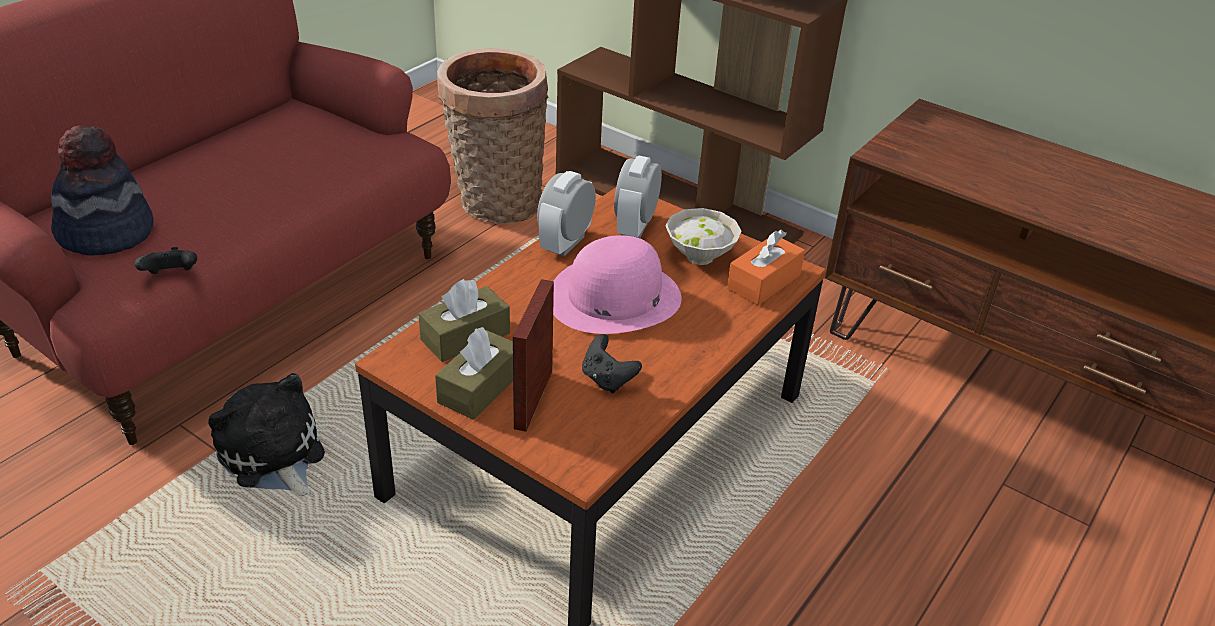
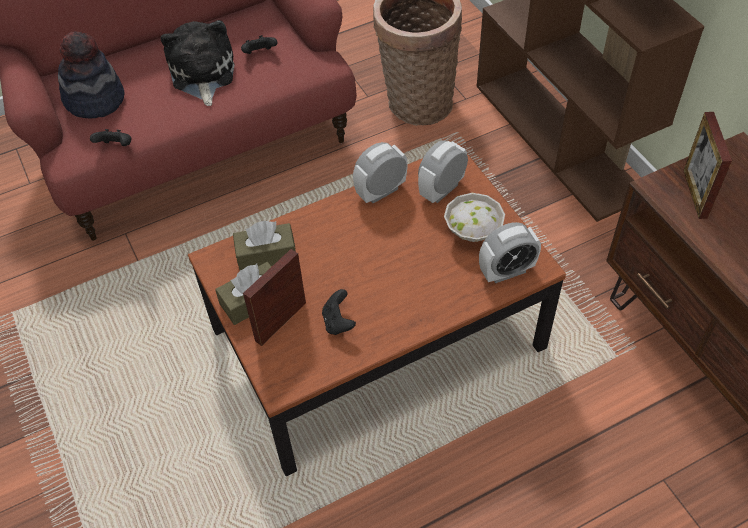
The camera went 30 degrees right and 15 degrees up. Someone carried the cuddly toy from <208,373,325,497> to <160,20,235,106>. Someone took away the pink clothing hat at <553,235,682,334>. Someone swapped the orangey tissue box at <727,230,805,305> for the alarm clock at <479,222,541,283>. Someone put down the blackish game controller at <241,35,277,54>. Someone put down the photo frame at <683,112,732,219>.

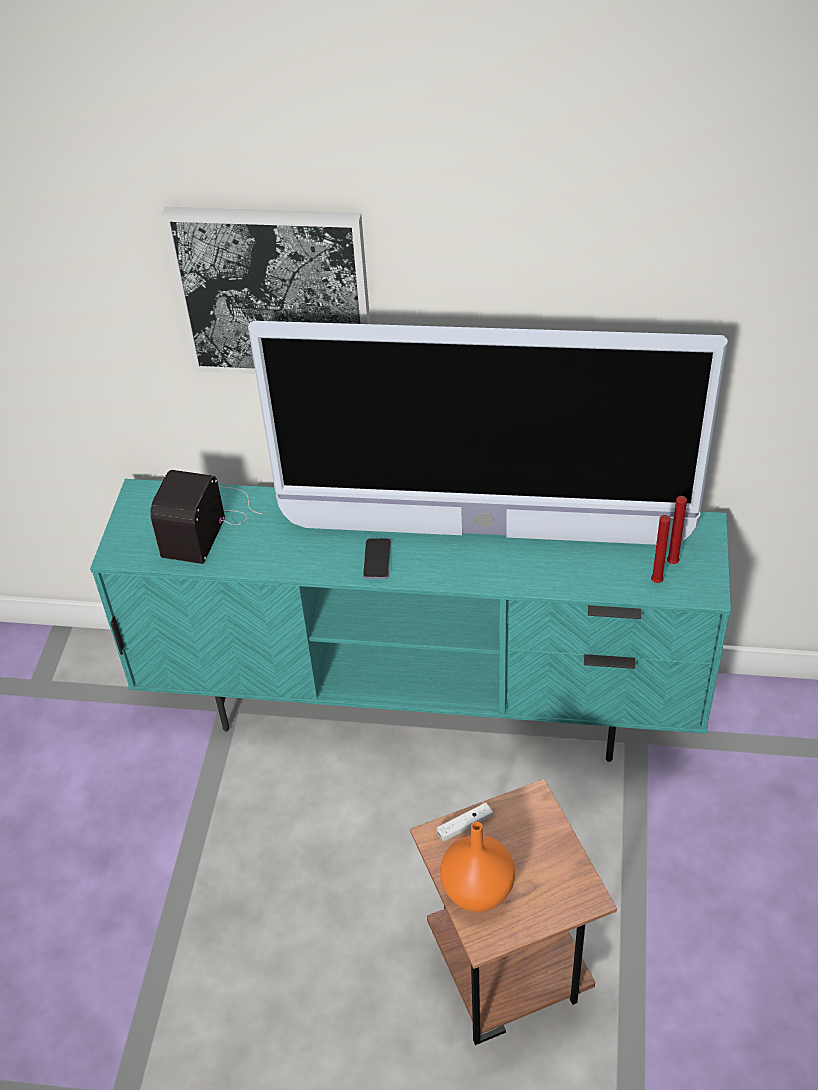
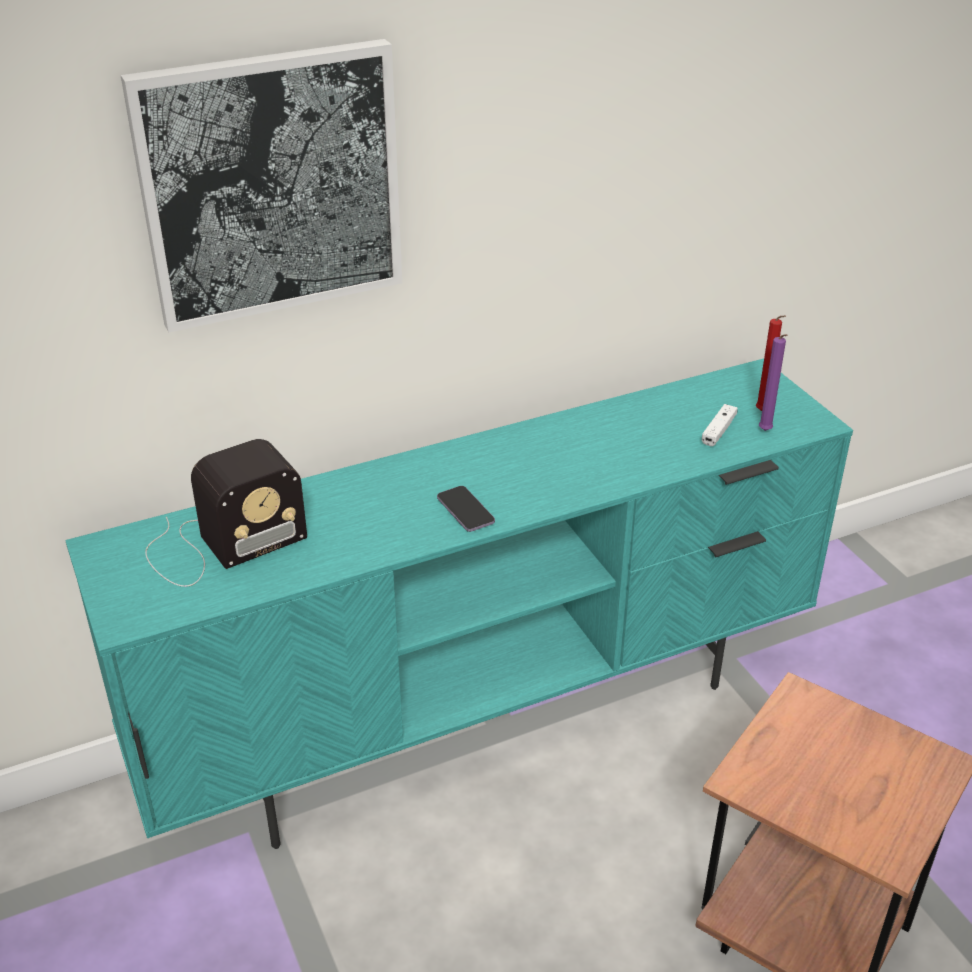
The camera went 35 degrees left and 10 degrees down. Someone rotated the radio at <150,470,263,564> by 105 degrees counterclockwise. Someone took away the TV at <248,321,728,545>. Someone carried the white game controller from <436,803,493,842> to <702,404,738,446>. Someone took away the orangey vase at <440,822,515,912>. Someone repainted the reddish wax candle at <651,515,670,583>, which became the purplish wax candle at <759,334,788,431>.

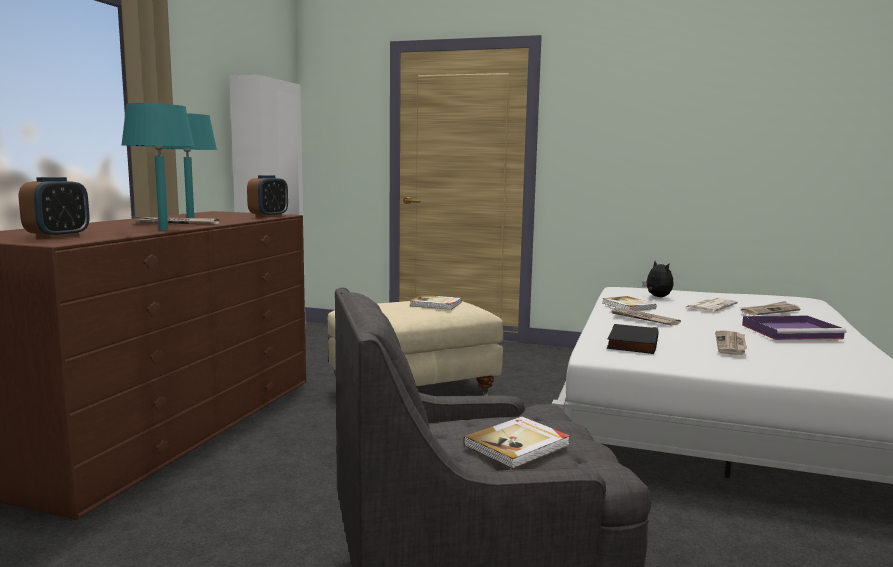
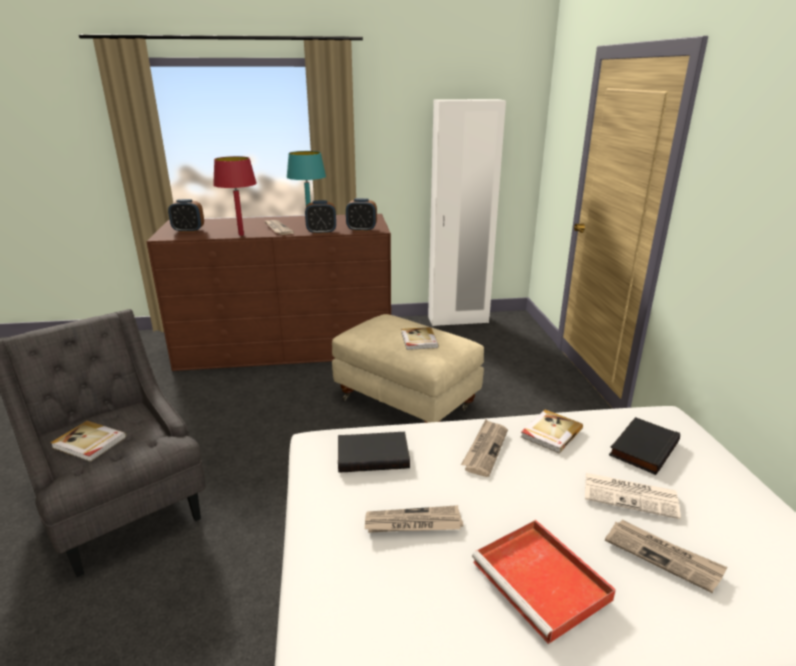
The camera went 65 degrees right and 15 degrees up. Someone repainted the turquoise lamp for a table at <121,103,195,230>, which became the reddish lamp for a table at <213,156,257,236>. Someone swapped the cuddly toy at <642,261,674,297> for the blackish volume at <609,417,680,475>. Someone repainted the purplish carrying tray at <742,316,847,340>, which became the reddish carrying tray at <472,520,616,644>. Someone put down the alarm clock at <305,200,336,234>.

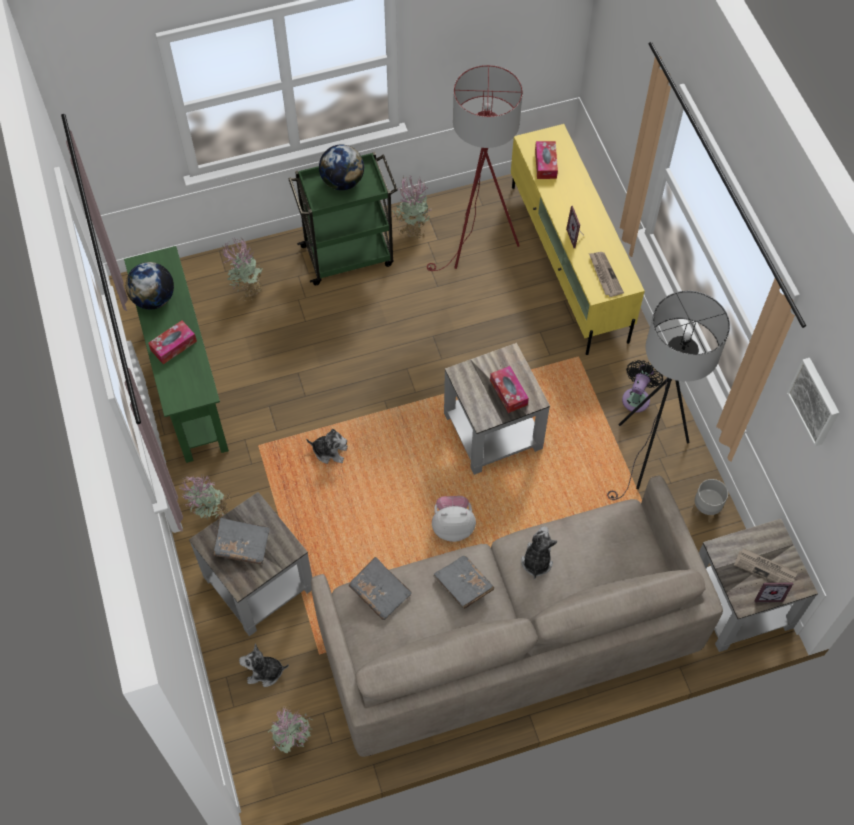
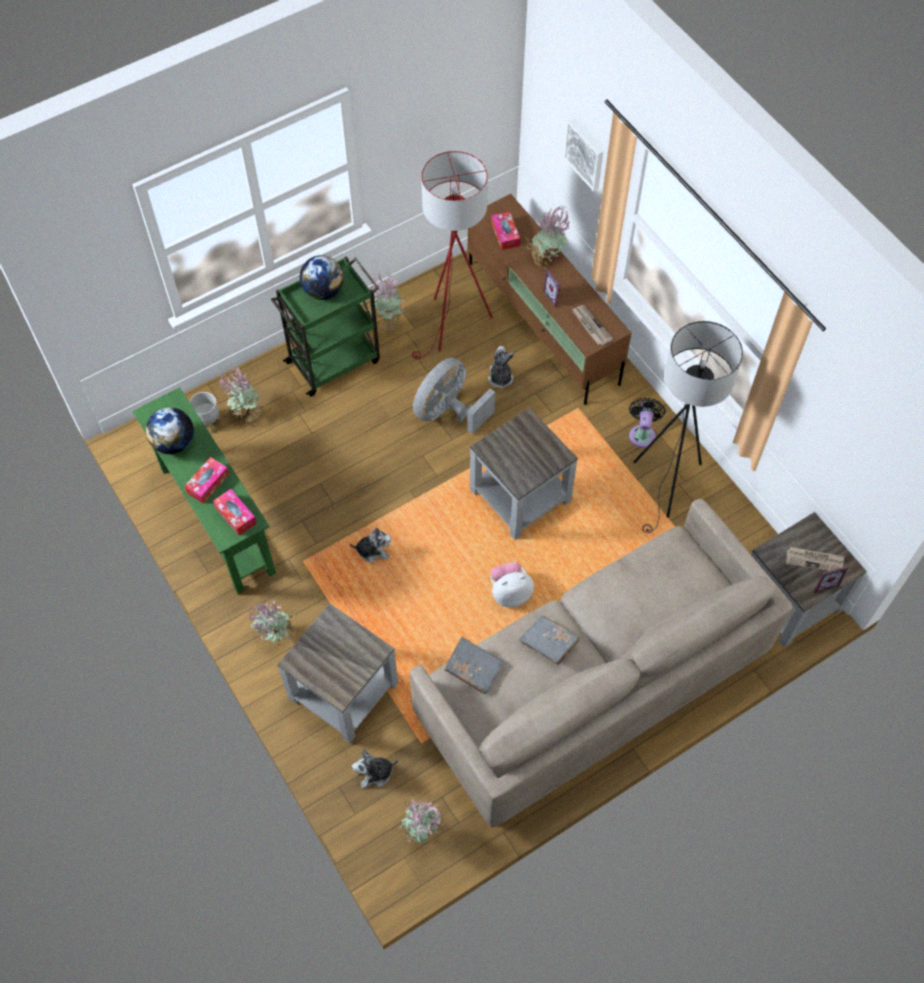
The camera went 15 degrees left and 0 degrees up. Someone took away the grey volume at <214,518,270,565>. Someone carried the tissue box from <490,366,529,413> to <213,489,257,535>. Someone repainted the yellow media console at <511,124,645,355>, which became the brown-coloured media console at <468,194,631,405>. Someone carried the cuddly toy from <521,526,558,579> to <488,346,514,389>. Someone carried the grey flower pot from <692,479,728,523> to <190,392,221,433>. Someone carried the wall art from <787,358,839,446> to <564,119,603,191>. Someone put down the grey cooling fan at <413,358,495,434>. Someone put down the plant in a pot at <526,207,570,268>.

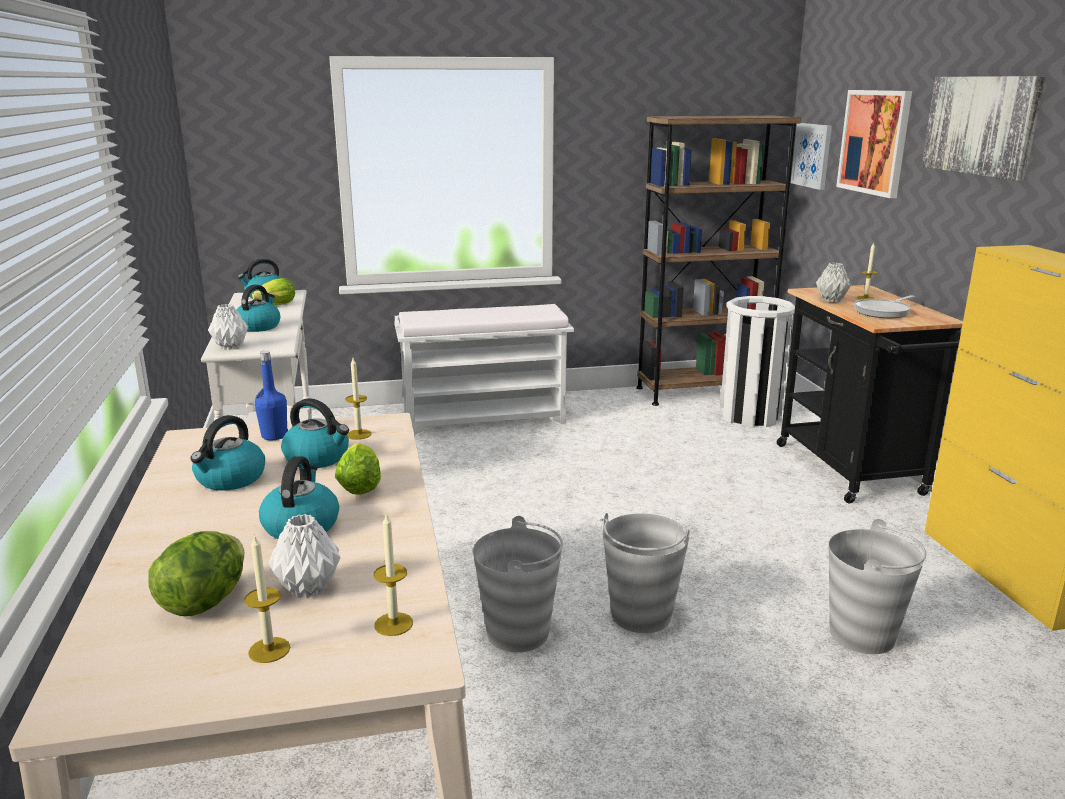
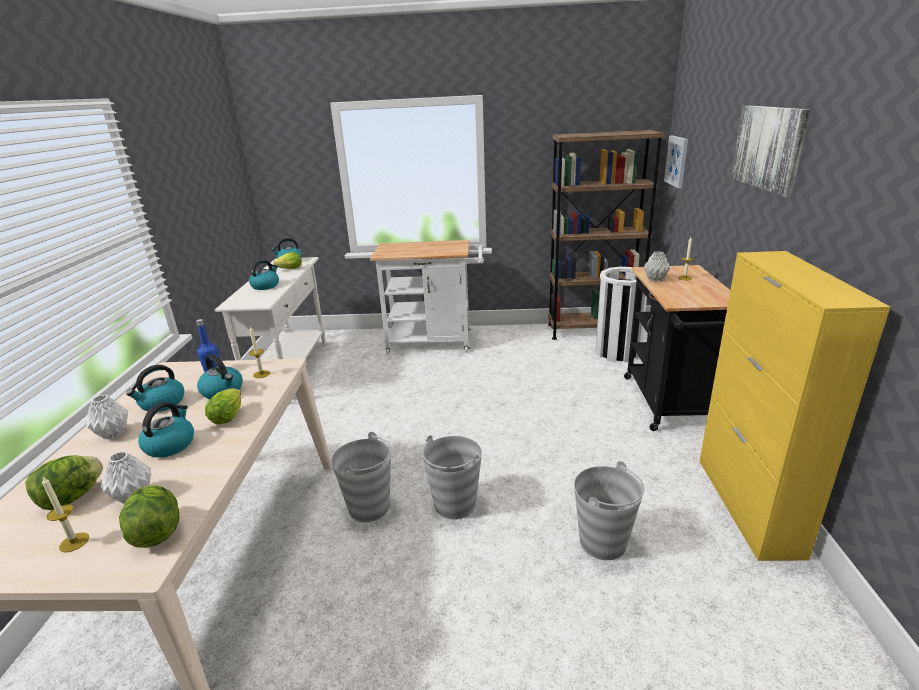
The camera went 15 degrees right and 5 degrees up. Someone carried the white vase from <208,304,248,350> to <85,395,128,439>. Someone swapped the wax candle at <374,513,413,636> for the head of lettuce at <119,485,179,548>. Someone swapped the white indoor bench at <394,304,574,435> for the white wheeled cart at <370,240,484,355>. Someone took away the wall art at <836,90,912,198>. Someone took away the frying pan at <854,295,915,318>.

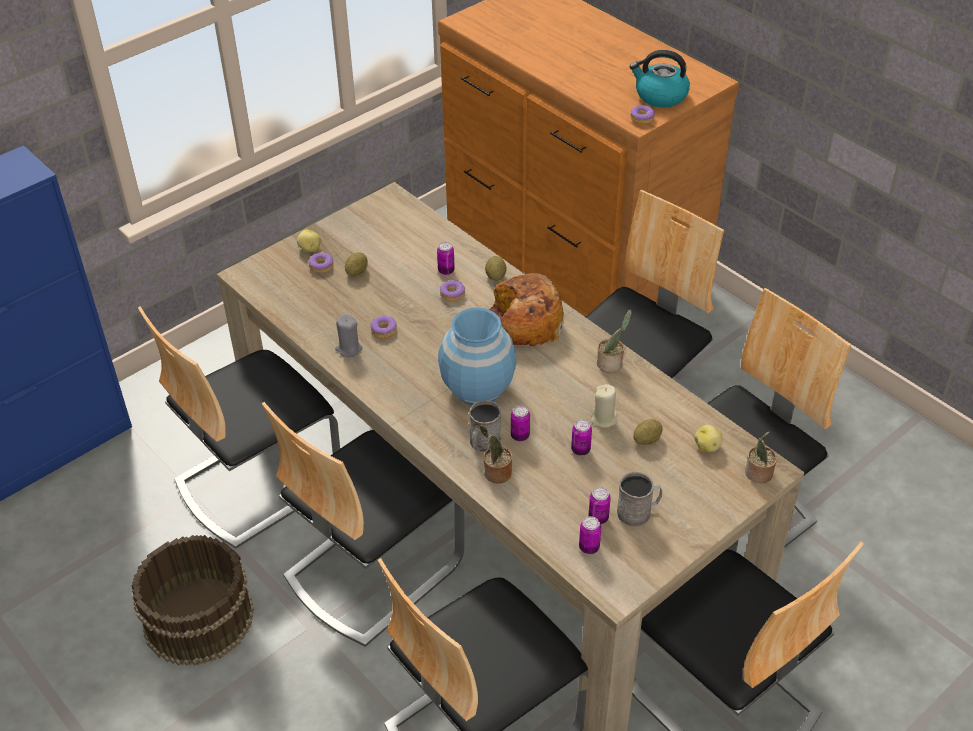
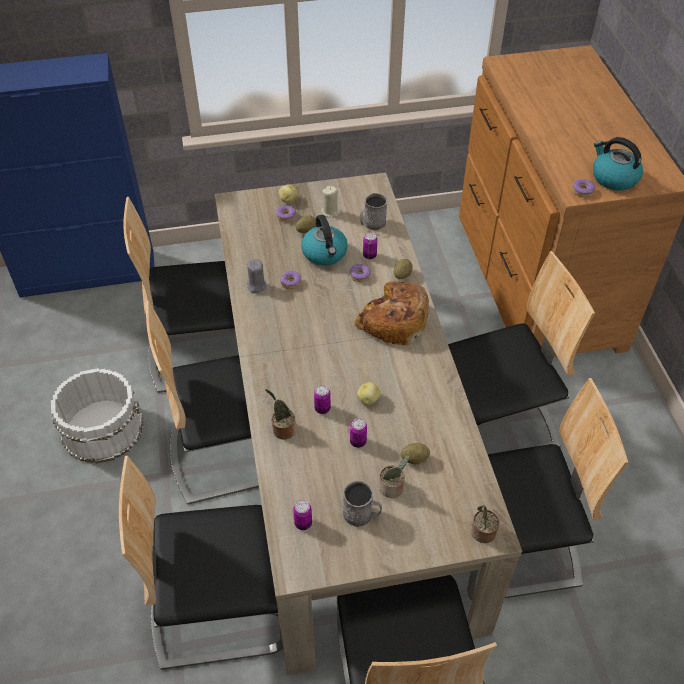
The camera went 30 degrees right and 5 degrees up. Someone repainted the brown-coloured pail at <131,535,254,666>, which became the white pail at <51,368,144,464>. Someone took away the bluish vase at <438,307,517,405>. Someone carried the grey coffee mug from <469,400,501,452> to <360,193,387,231>. Someone took away the can at <588,487,611,524>. Someone carried the beige wax candle from <591,384,617,428> to <321,186,341,217>. Someone carried the plant in a pot from <597,310,632,373> to <379,455,410,498>. Someone carried the spud from <694,425,723,452> to <357,382,381,406>. Someone put down the kettle at <301,215,348,266>.

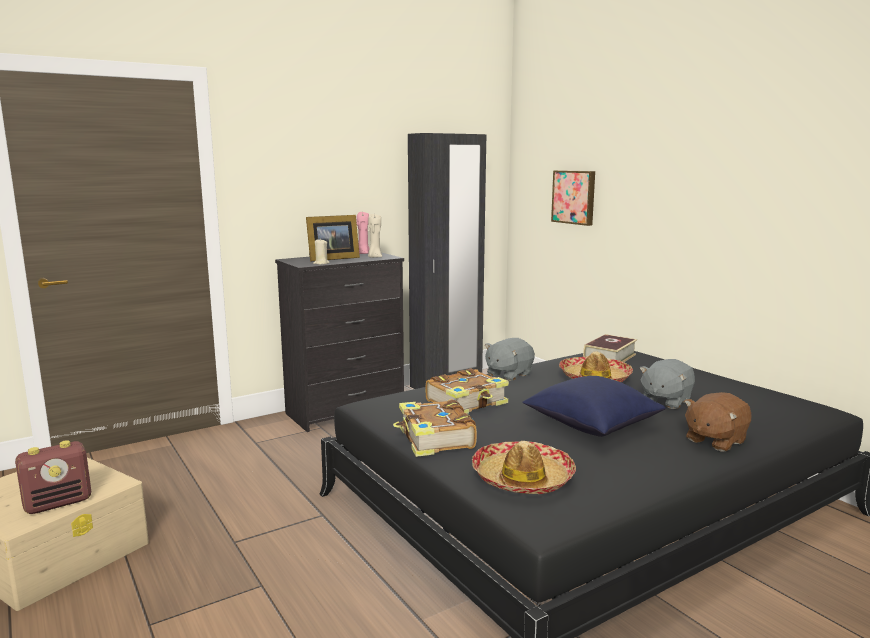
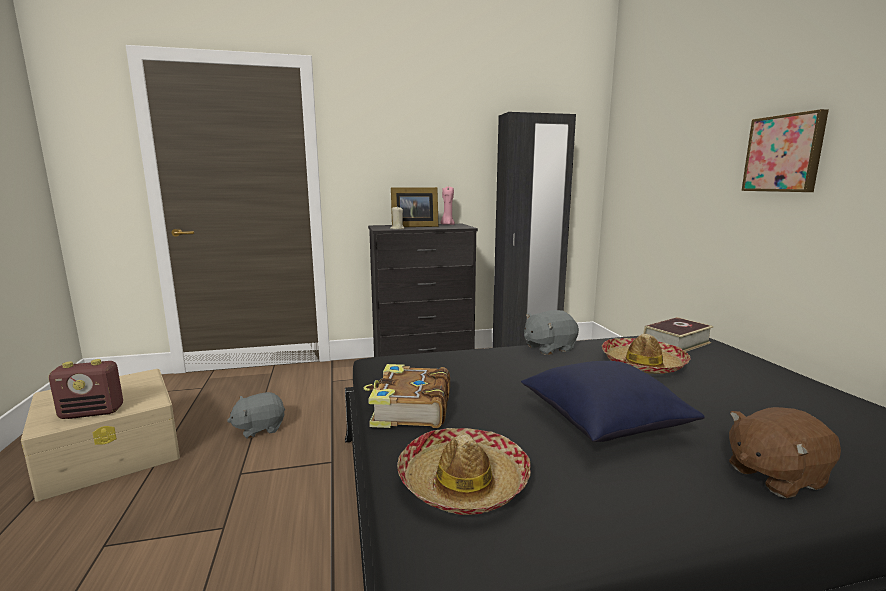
The camera went 20 degrees right and 0 degrees up. Someone took away the beige wax candle at <368,214,382,258>. Someone took away the volume at <426,369,509,414>. Someone carried the wall art from <551,170,595,226> to <741,109,829,192>. Someone carried the grey cuddly toy from <639,359,695,409> to <227,392,285,439>.

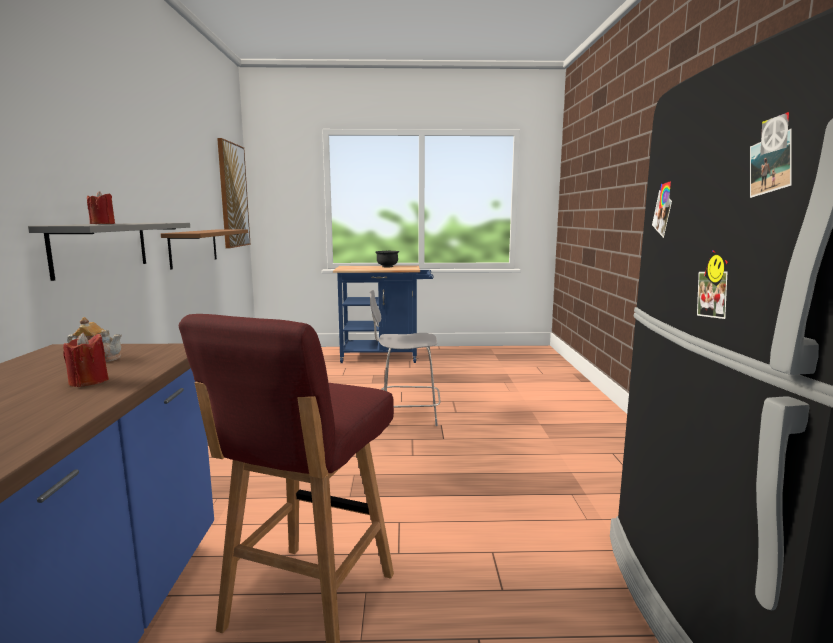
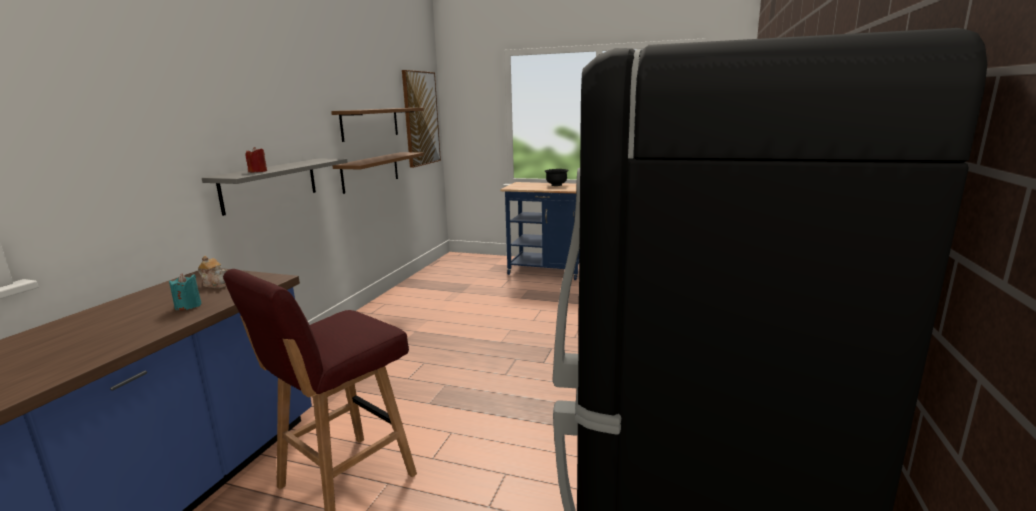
The camera went 20 degrees right and 5 degrees up. Someone repainted the reddish wax candle at <63,333,109,387>, which became the turquoise wax candle at <169,273,202,311>. Someone took away the grey chair at <370,290,441,426>. Someone put up the brown-coloured wall shelf at <331,108,424,142>.

